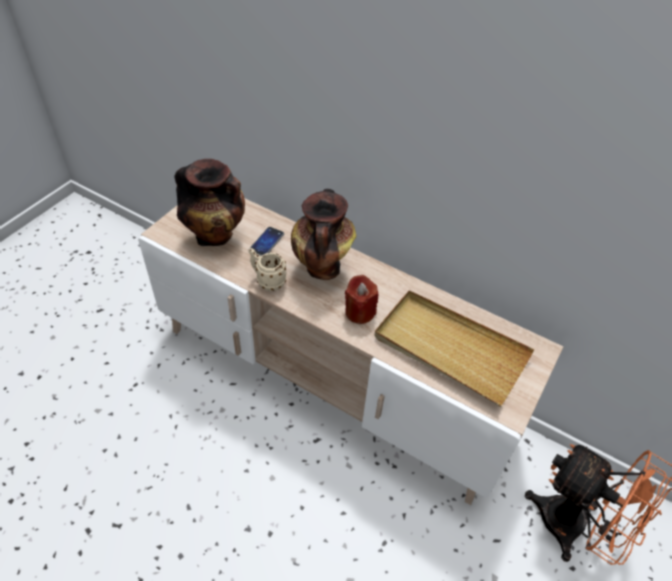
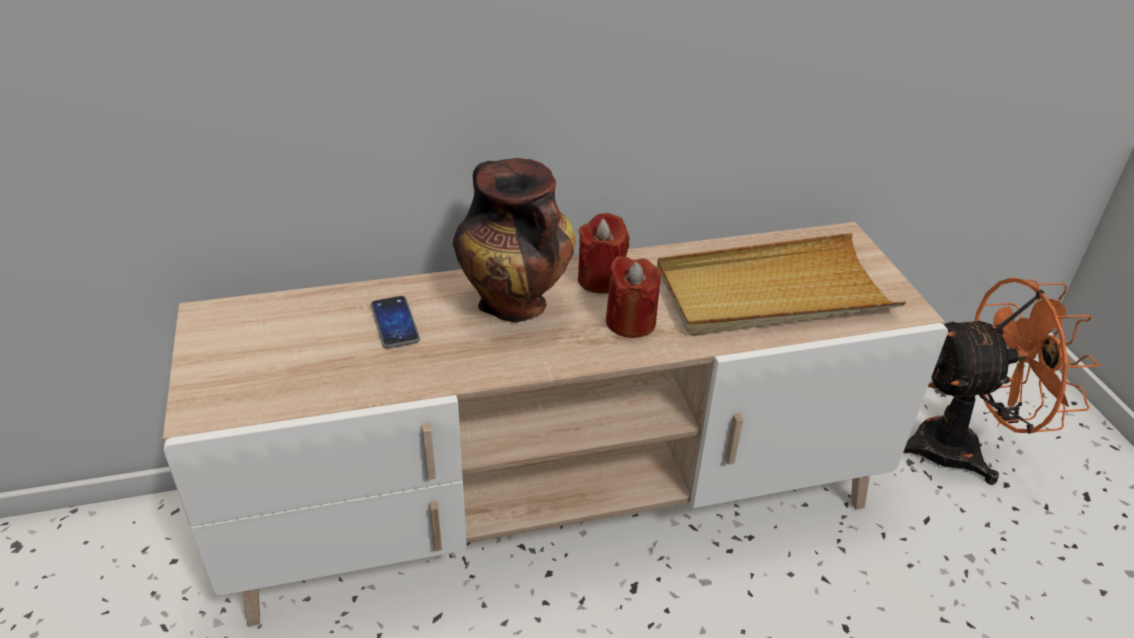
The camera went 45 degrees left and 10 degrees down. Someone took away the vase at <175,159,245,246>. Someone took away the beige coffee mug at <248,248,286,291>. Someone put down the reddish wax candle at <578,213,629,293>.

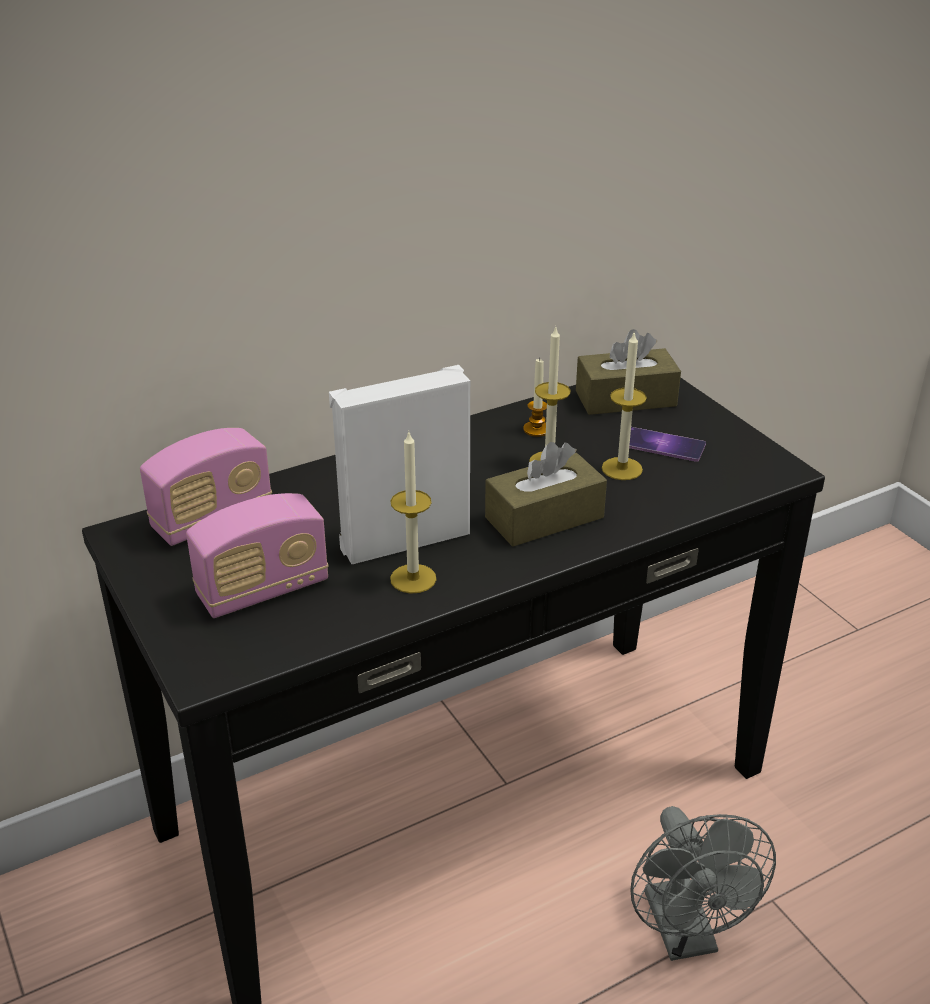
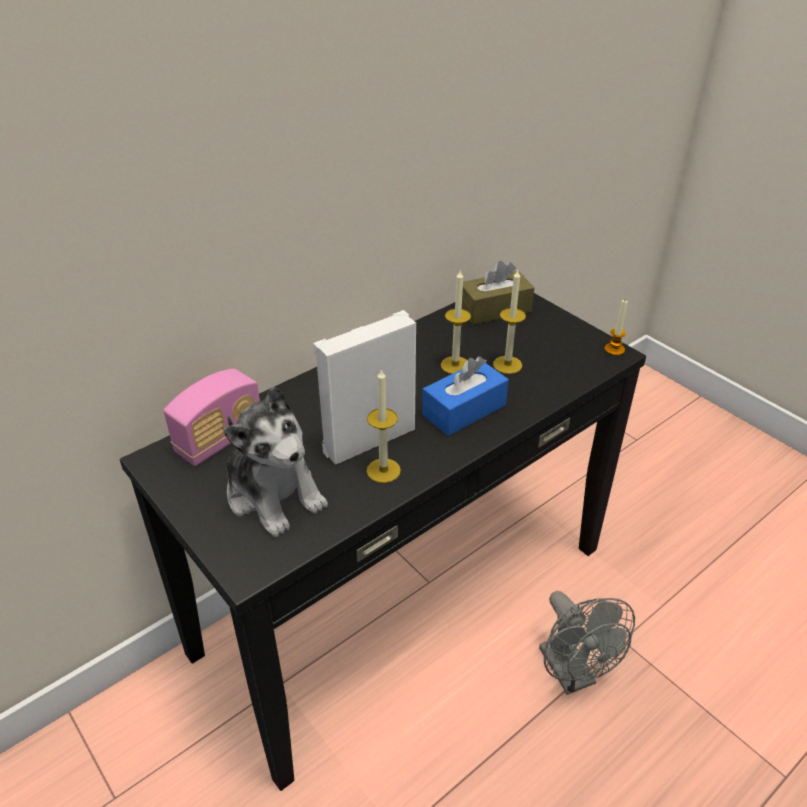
The camera went 10 degrees left and 5 degrees up. Someone swapped the radio at <186,493,329,618> for the cuddly toy at <224,387,328,537>. Someone repainted the brown-coloured tissue box at <485,442,607,547>, which became the bluish tissue box at <422,356,509,436>. Someone carried the wax candle from <523,358,547,437> to <604,300,628,356>. Someone took away the handset at <629,427,706,462>.

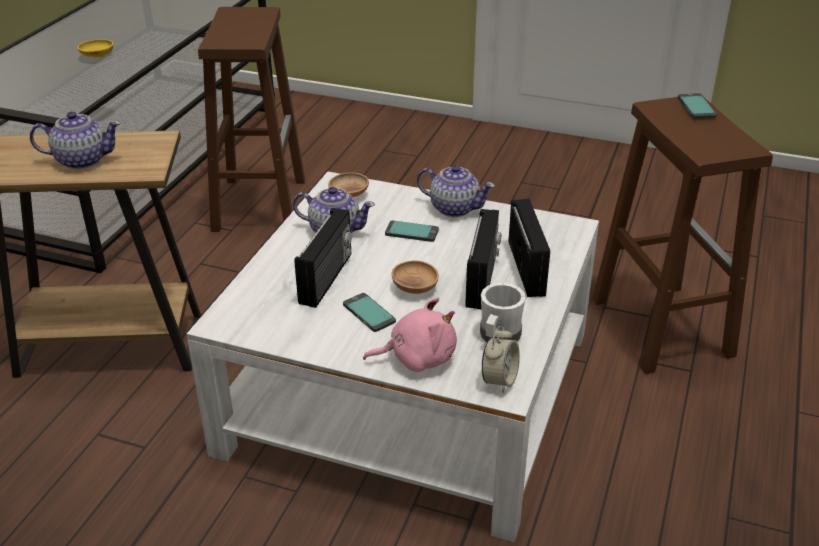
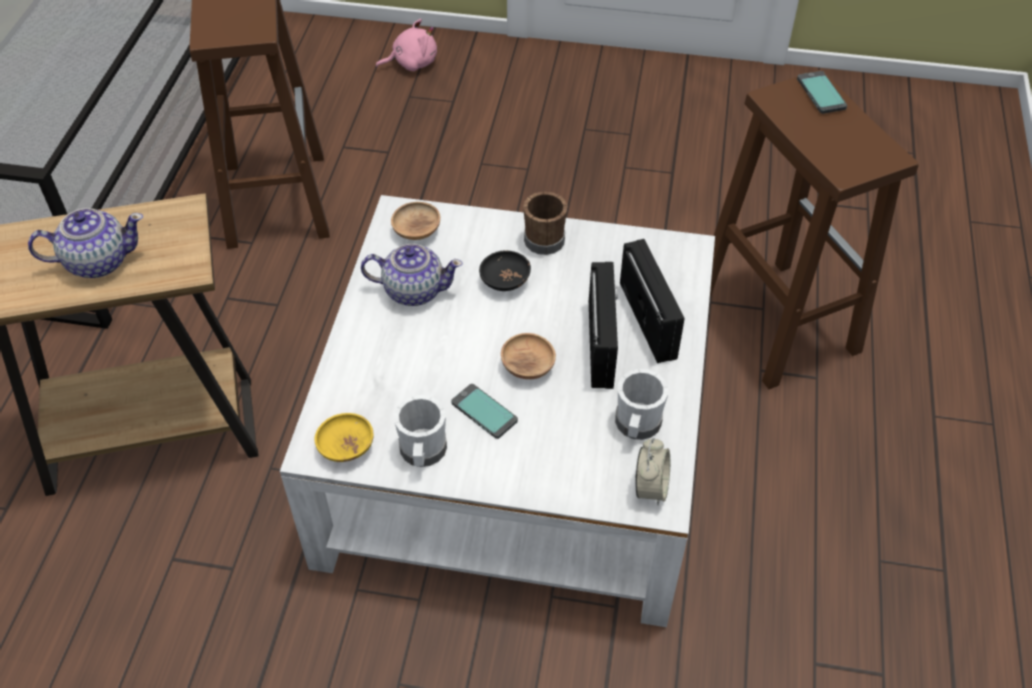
The camera went 10 degrees left and 15 degrees up. Someone carried the yellow bowl from <77,39,114,58> to <315,413,374,462>. Someone took away the radio at <294,208,352,308>. Someone carried the pink cuddly toy from <363,297,457,372> to <376,19,437,71>. Someone swapped the handset at <385,220,439,242> for the blackish bowl at <479,250,531,291>. Someone swapped the teapot at <417,165,495,217> for the brown-coloured coffee mug at <523,192,567,255>. Someone put down the white coffee mug at <394,395,447,467>.

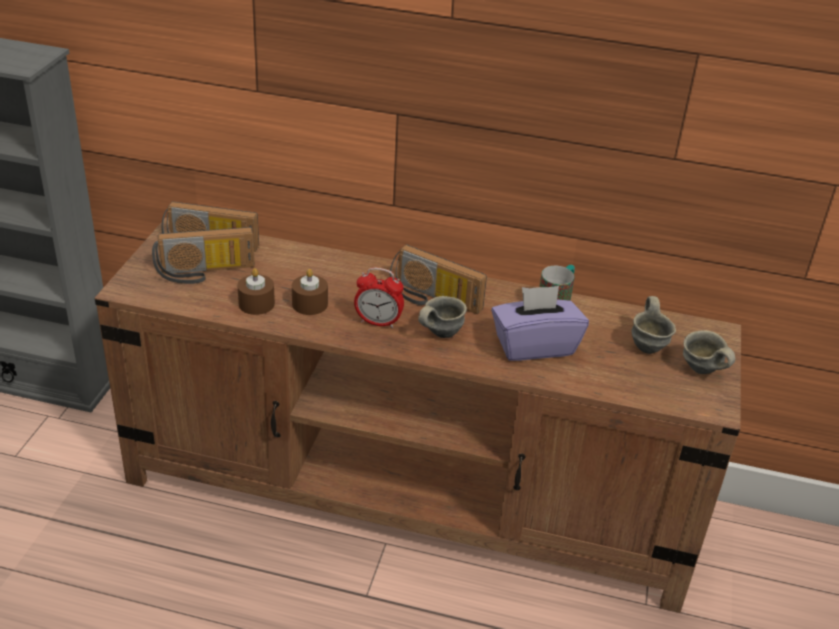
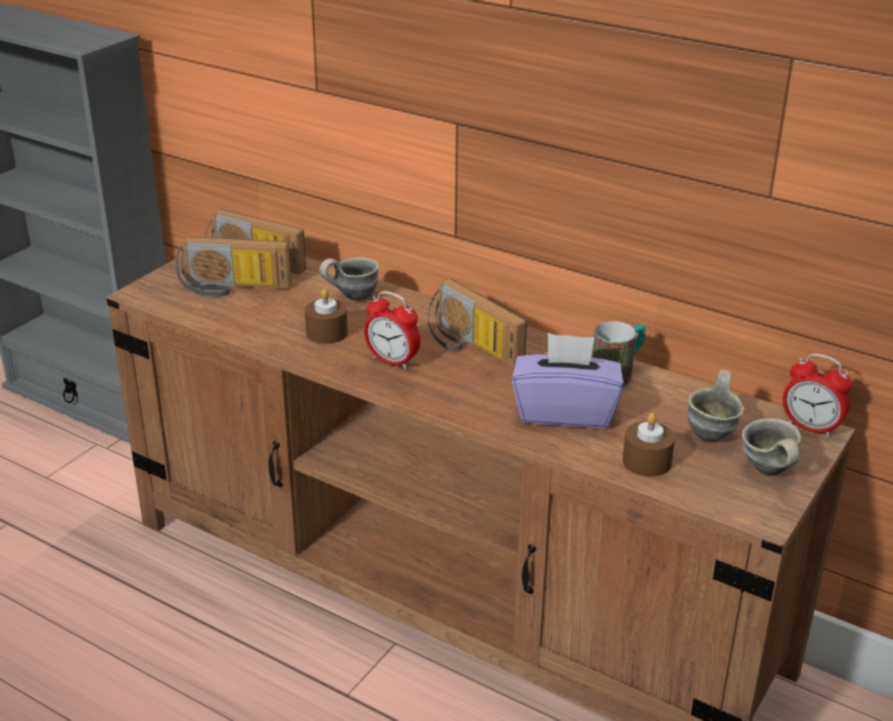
The camera went 20 degrees right and 5 degrees down. Someone carried the brown-coloured wax candle from <237,268,275,315> to <622,413,675,477>. Someone carried the grey coffee mug from <418,296,467,338> to <320,257,379,300>. Someone put down the alarm clock at <783,353,852,437>.

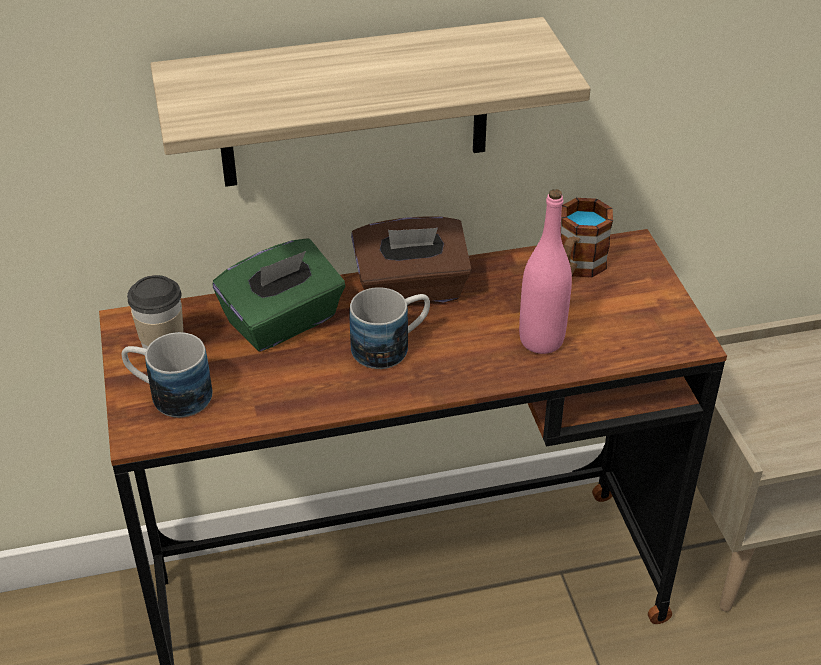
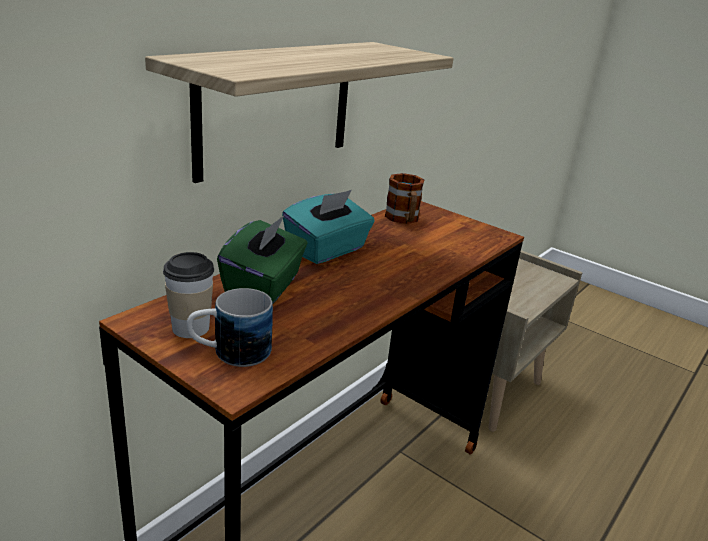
The camera went 40 degrees left and 15 degrees down. Someone took away the coffee mug at <350,287,430,369>. Someone repainted the brown-coloured tissue box at <351,216,472,306>, which became the turquoise tissue box at <282,190,375,264>. Someone took away the pink beverage bottle at <519,189,572,354>.

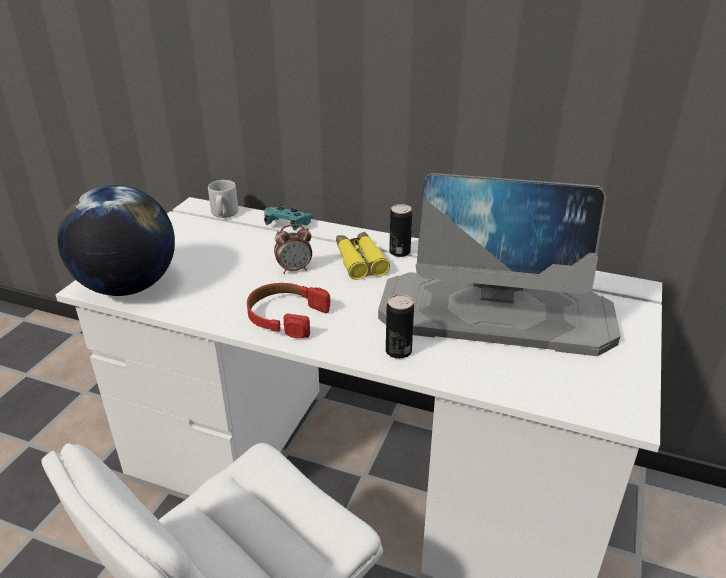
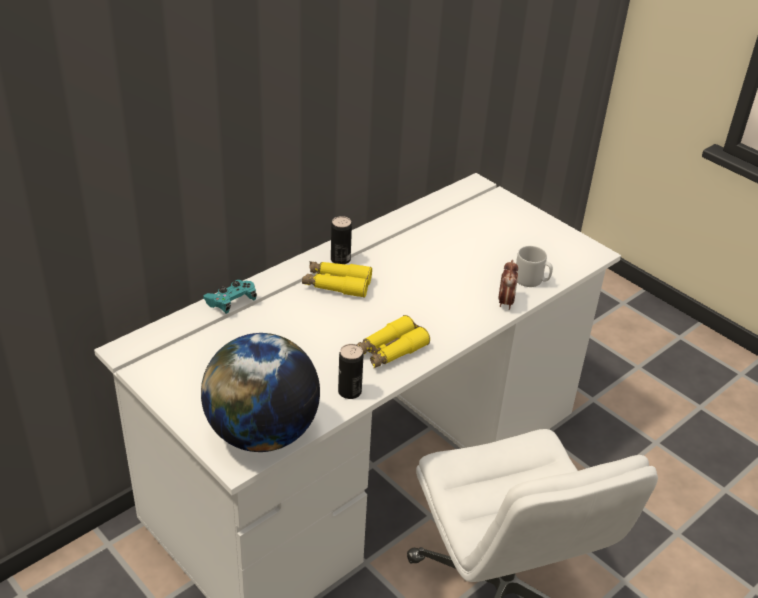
The camera went 65 degrees left and 5 degrees up. Someone carried the grey coffee mug from <208,180,238,218> to <516,246,553,287>. Someone swapped the reddish headset at <247,283,330,338> for the yellow binoculars at <356,315,430,368>. Someone carried the alarm clock from <274,224,312,274> to <498,260,518,310>. Someone took away the monitor at <378,173,620,356>. Someone carried the can from <386,294,414,359> to <338,344,363,399>.

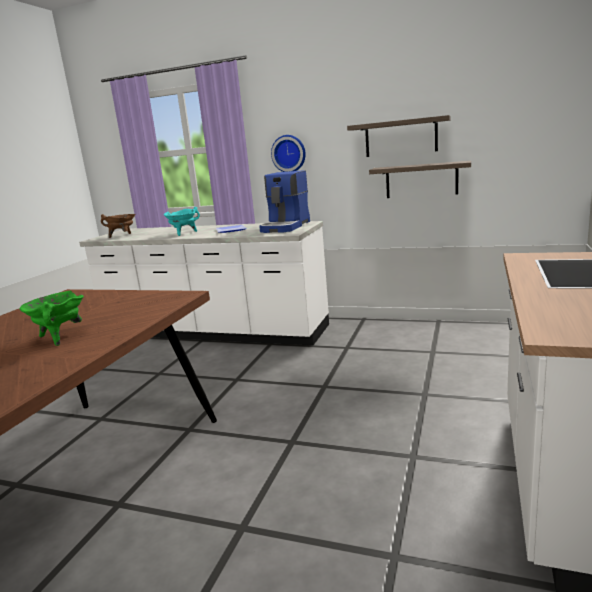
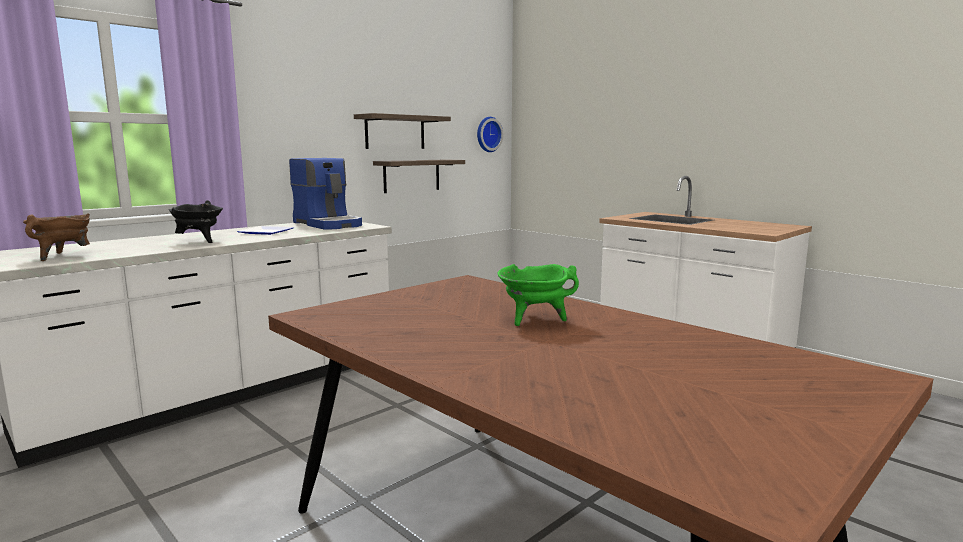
The camera went 65 degrees left and 5 degrees down. Someone repainted the turquoise saucepot at <164,207,200,236>, which became the blackish saucepot at <169,200,223,243>. Someone carried the clock on the wall from <271,135,306,172> to <477,117,503,152>.

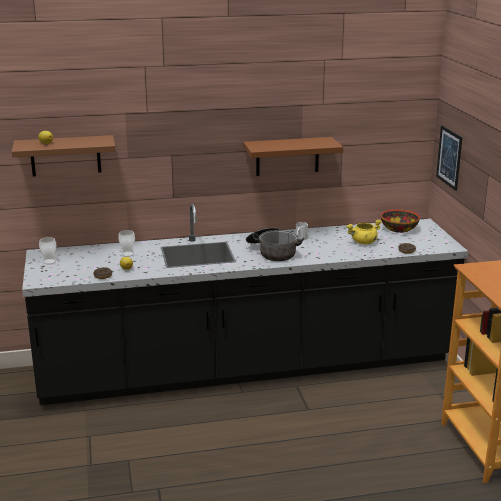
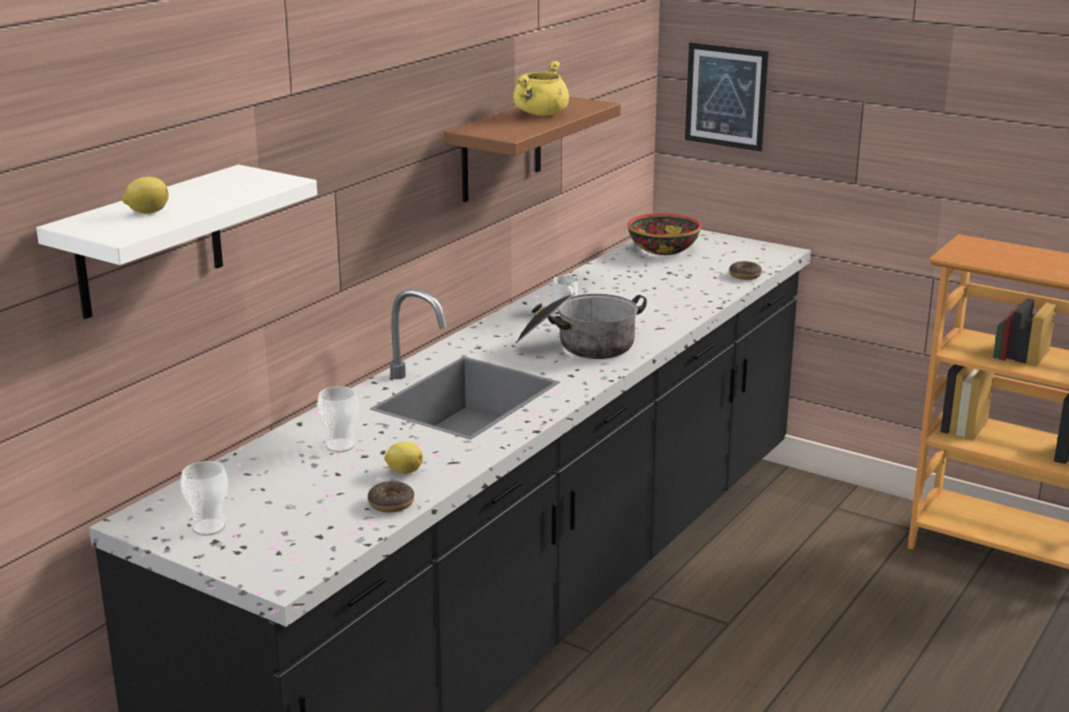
The camera went 45 degrees left and 0 degrees up. Someone repainted the brown-coloured wall shelf at <12,135,116,176>, which became the white wall shelf at <36,165,317,319>. Someone carried the yellow saucepot from <346,220,382,244> to <513,60,569,116>.

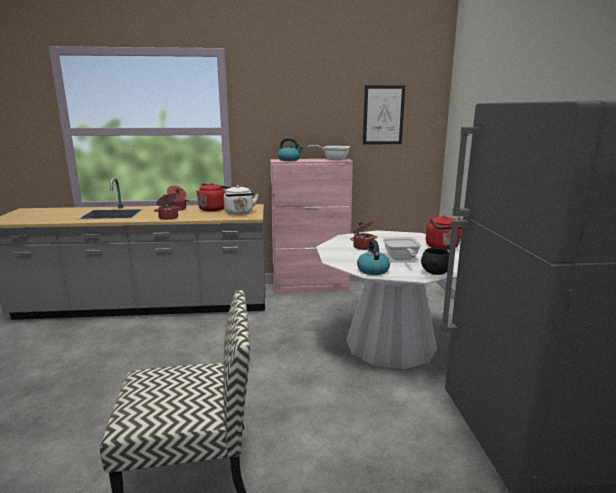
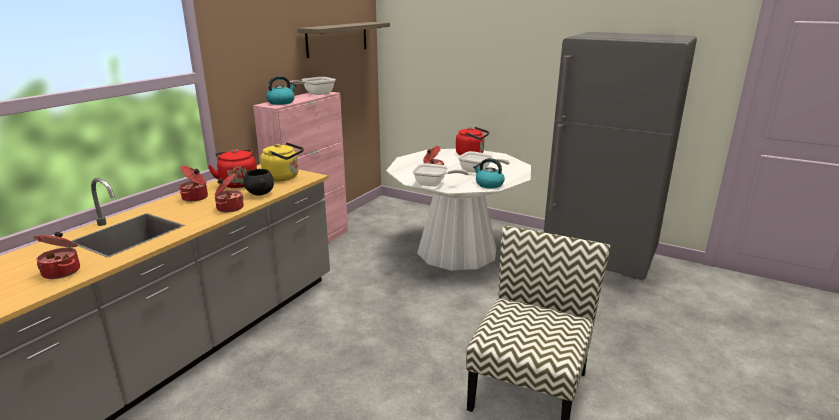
The camera went 55 degrees left and 5 degrees up. Someone repainted the white kettle at <224,185,259,215>, which became the yellow kettle at <260,142,304,181>. Someone swapped the wall art at <363,85,405,145> for the wall shelf at <297,22,390,58>. Someone carried the blackish bowl from <421,248,449,275> to <244,169,274,196>. Someone put down the saucepot at <34,232,80,279>. Someone put down the frying pan at <412,163,469,187>.

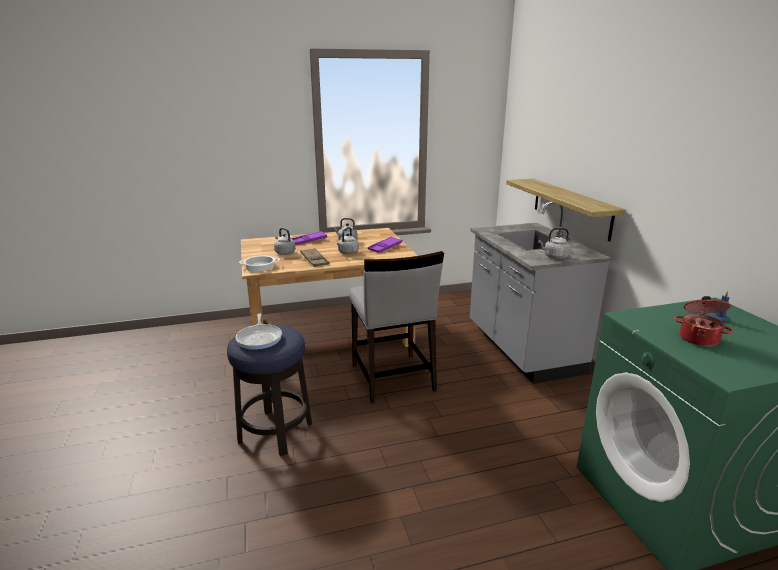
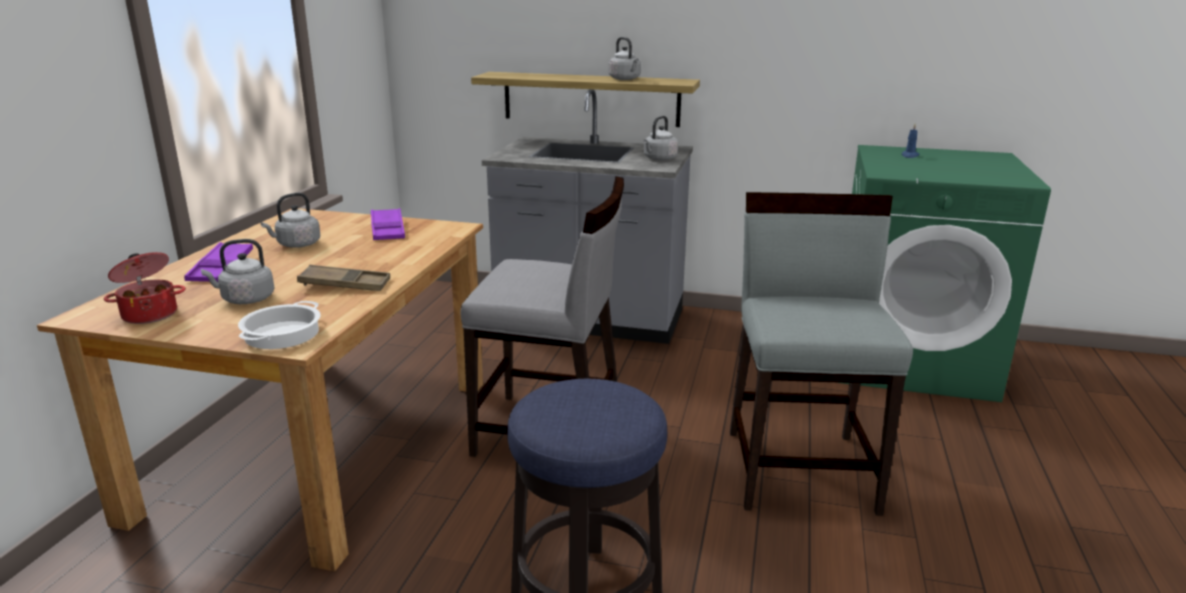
The camera went 60 degrees left and 0 degrees up. Someone took away the frying pan at <236,314,282,350>. Someone carried the grey kettle from <337,227,359,254> to <608,37,641,80>. Someone carried the saucepot from <674,296,733,347> to <103,252,186,324>. Someone put down the grey chair at <730,192,913,516>.

